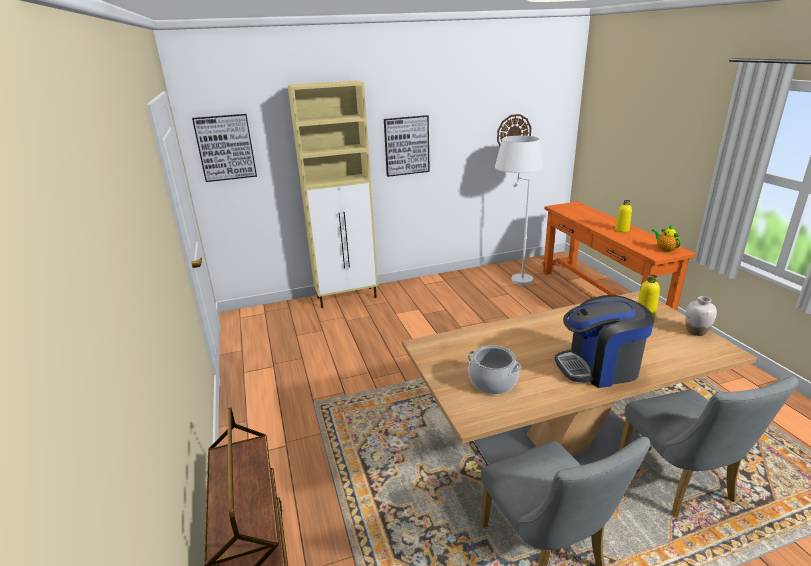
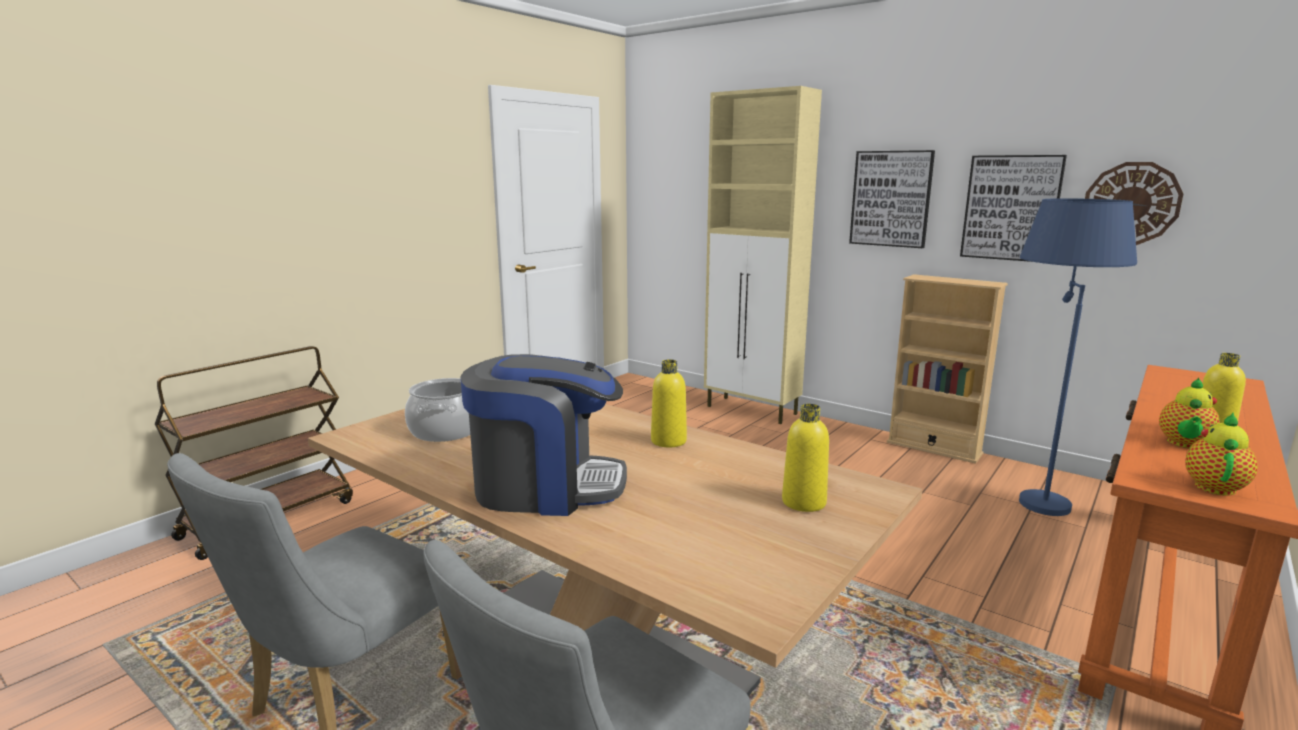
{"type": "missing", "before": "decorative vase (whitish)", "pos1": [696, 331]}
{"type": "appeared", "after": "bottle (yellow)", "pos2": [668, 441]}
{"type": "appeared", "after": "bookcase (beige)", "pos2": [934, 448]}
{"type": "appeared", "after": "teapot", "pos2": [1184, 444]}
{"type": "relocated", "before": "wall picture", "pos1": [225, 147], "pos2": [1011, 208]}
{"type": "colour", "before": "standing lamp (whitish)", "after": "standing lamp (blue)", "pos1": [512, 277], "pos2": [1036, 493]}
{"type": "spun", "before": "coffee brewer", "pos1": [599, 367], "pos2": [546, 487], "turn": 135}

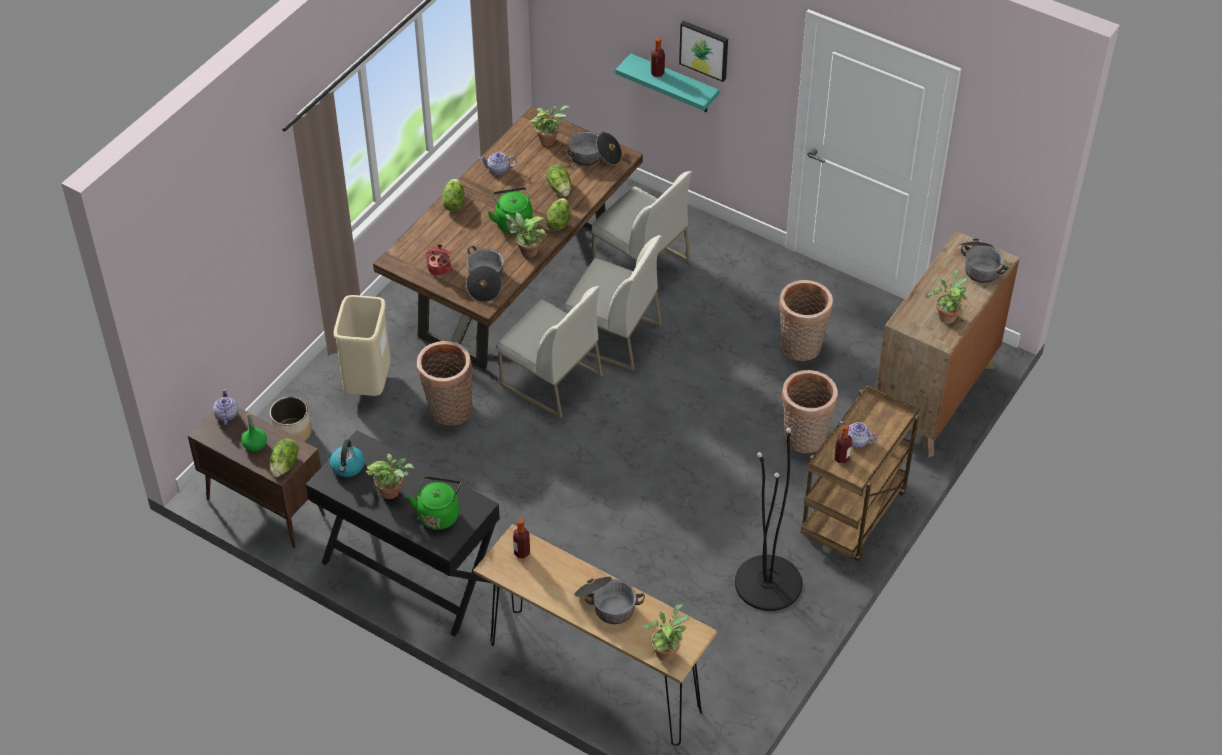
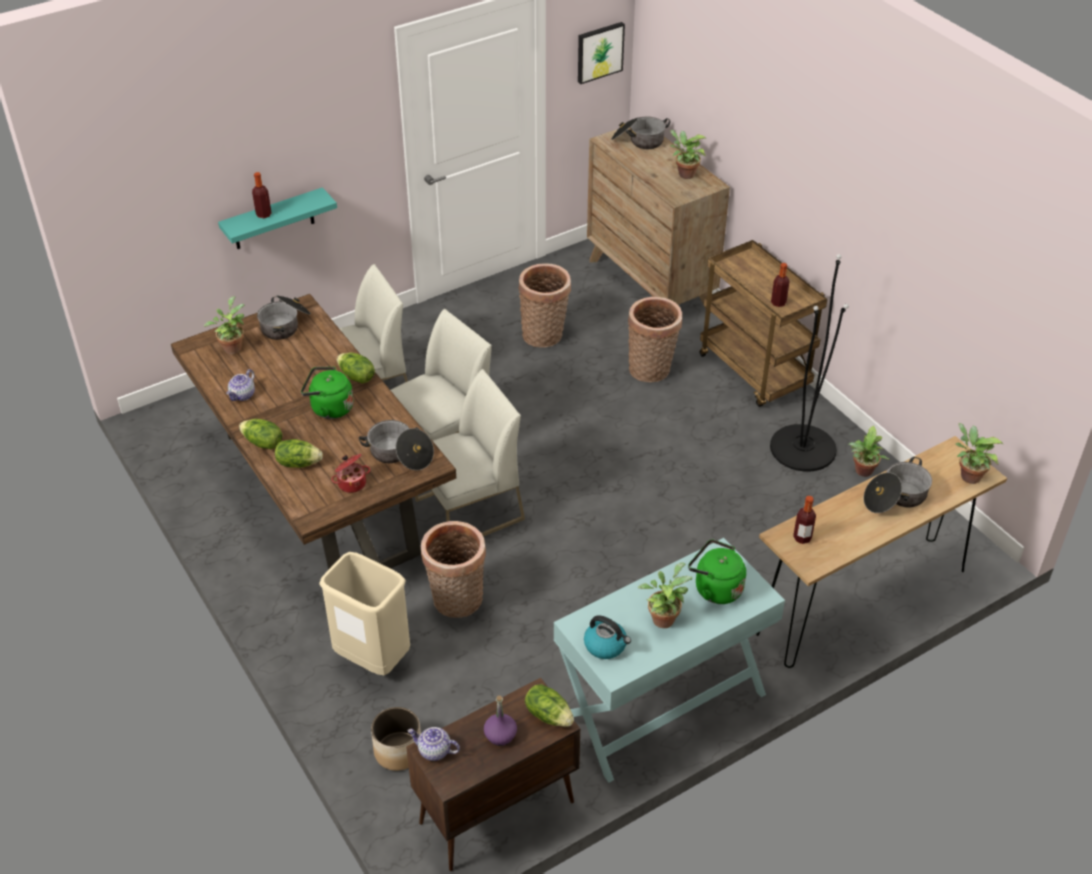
{"type": "missing", "before": "teapot", "pos1": [856, 441]}
{"type": "relocated", "before": "houseplant", "pos1": [526, 252], "pos2": [863, 472]}
{"type": "relocated", "before": "lettuce", "pos1": [560, 188], "pos2": [298, 463]}
{"type": "relocated", "before": "wall picture", "pos1": [704, 50], "pos2": [599, 52]}
{"type": "colour", "before": "bottle (green)", "after": "bottle (purple-coloured)", "pos1": [255, 445], "pos2": [500, 735]}
{"type": "colour", "before": "narrow table (black)", "after": "narrow table (turquoise)", "pos1": [410, 572], "pos2": [661, 705]}

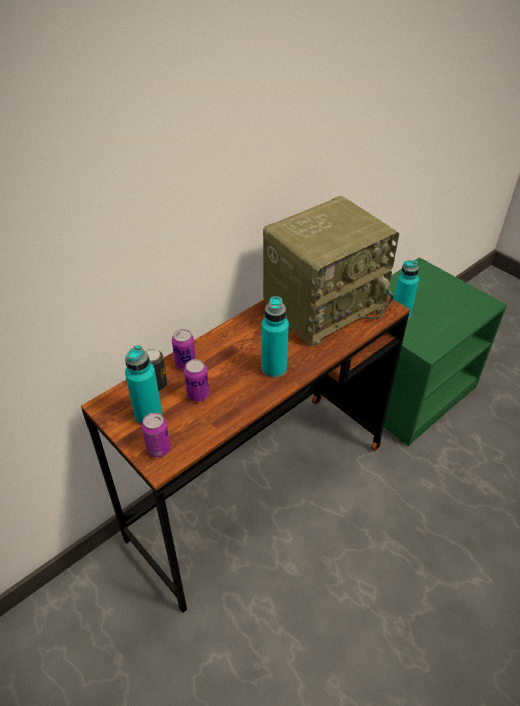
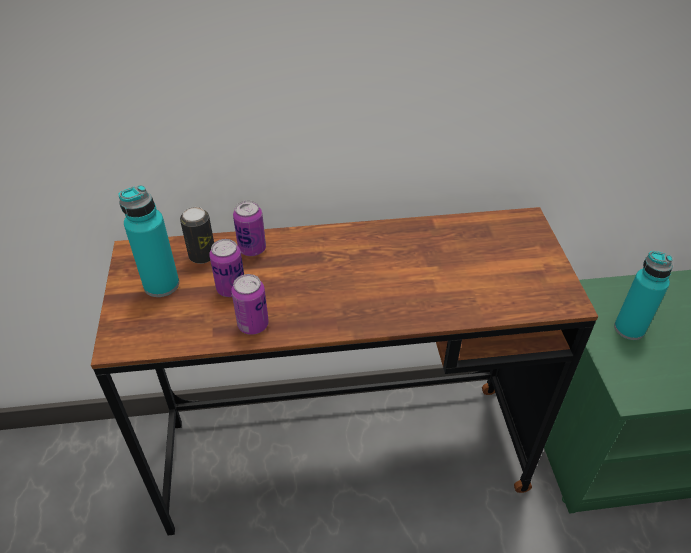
{"type": "missing", "before": "bottle (turquoise)", "pos1": [274, 368]}
{"type": "missing", "before": "radio", "pos1": [324, 305]}
{"type": "relocated", "before": "metal can", "pos1": [158, 449], "pos2": [253, 325]}

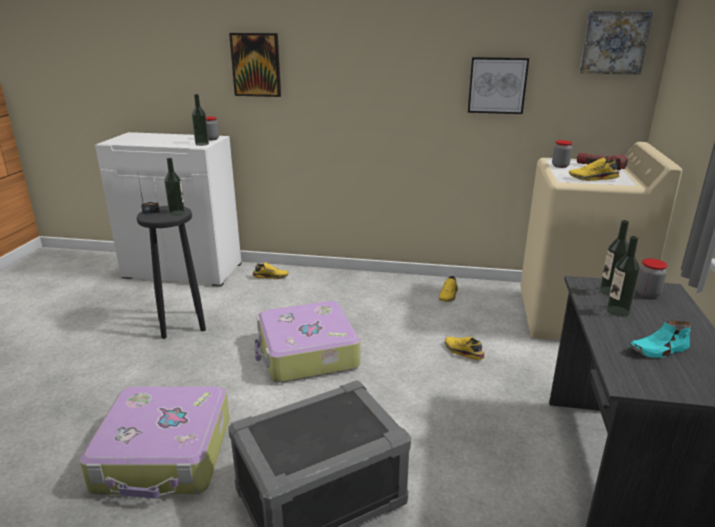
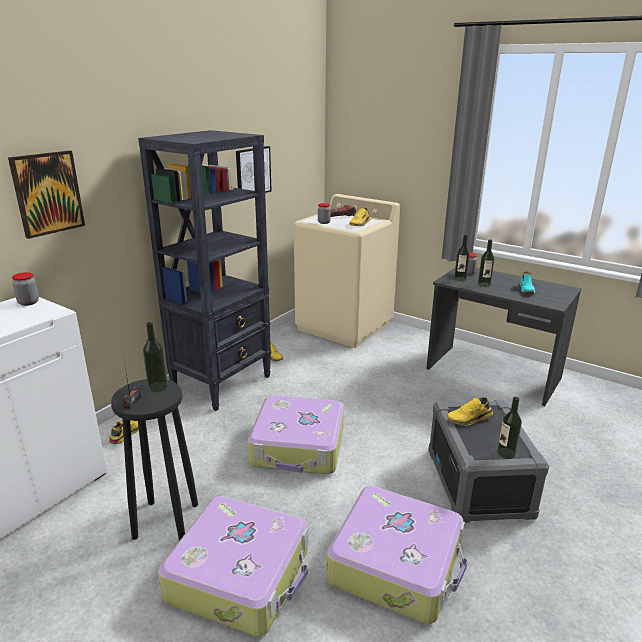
{"type": "missing", "before": "wall picture", "pos1": [614, 42]}
{"type": "appeared", "after": "bookcase (black)", "pos2": [223, 383]}
{"type": "appeared", "after": "suitcase", "pos2": [241, 574]}
{"type": "relocated", "before": "bottle", "pos1": [202, 144], "pos2": [506, 453]}
{"type": "relocated", "before": "shoe (yellow)", "pos1": [463, 352], "pos2": [470, 419]}

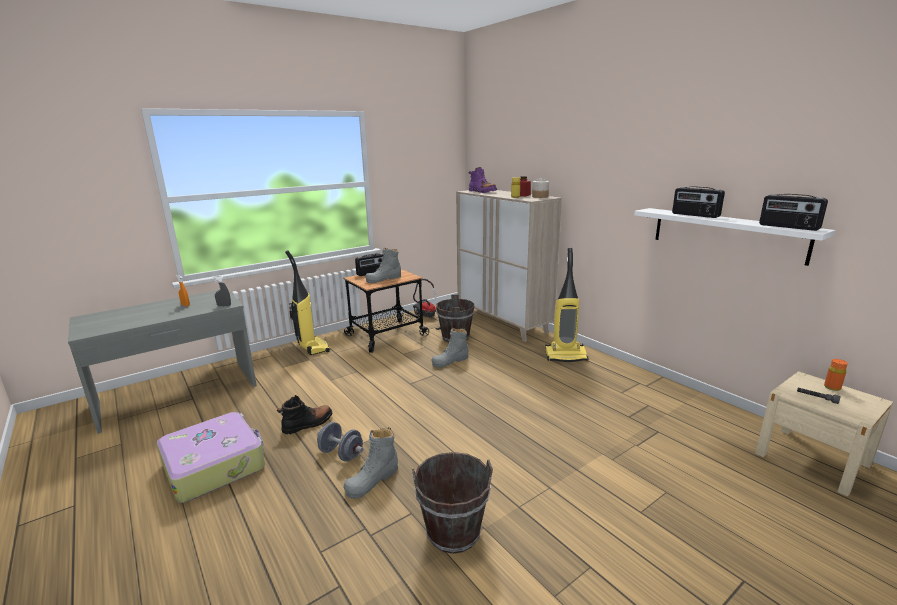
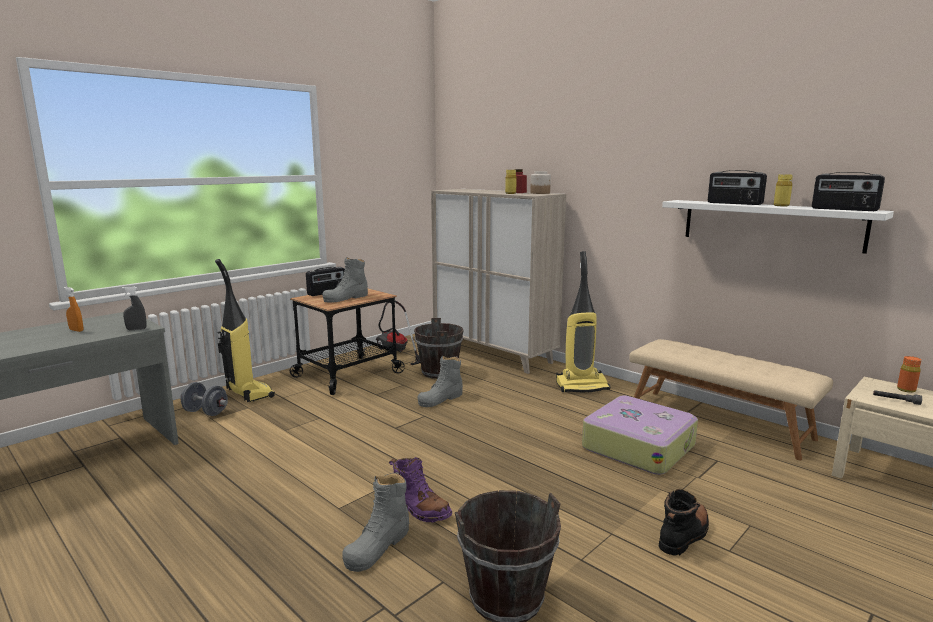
{"type": "appeared", "after": "long seat (beige)", "pos2": [718, 422]}
{"type": "appeared", "after": "bottle (yellow)", "pos2": [781, 206]}
{"type": "relocated", "before": "suitcase", "pos1": [215, 465], "pos2": [638, 446]}
{"type": "relocated", "before": "high-top boot (black)", "pos1": [308, 424], "pos2": [684, 535]}
{"type": "relocated", "before": "free weight (grey)", "pos1": [341, 454], "pos2": [205, 412]}
{"type": "relocated", "before": "high-top boot (purple-coloured)", "pos1": [482, 192], "pos2": [419, 508]}

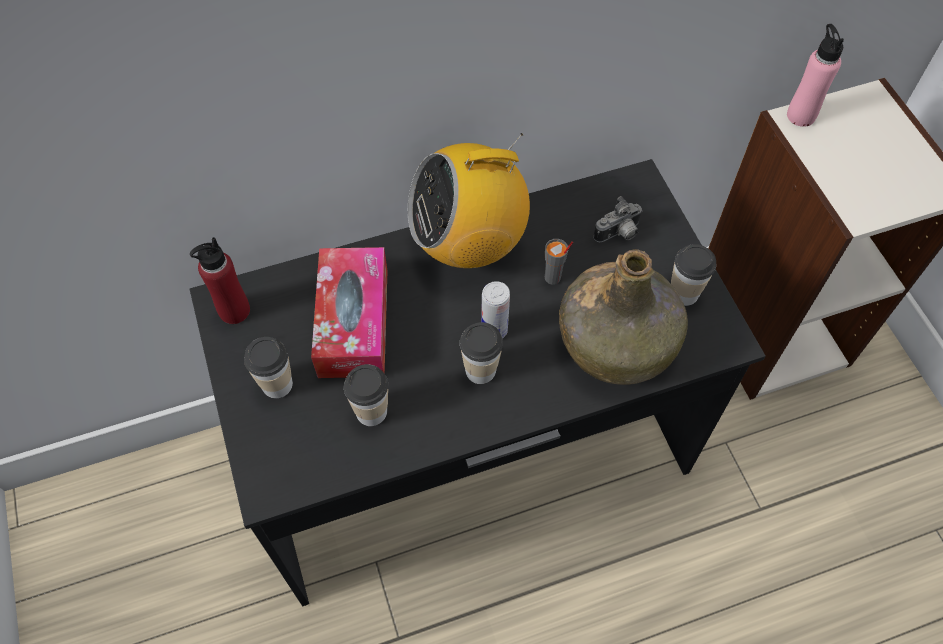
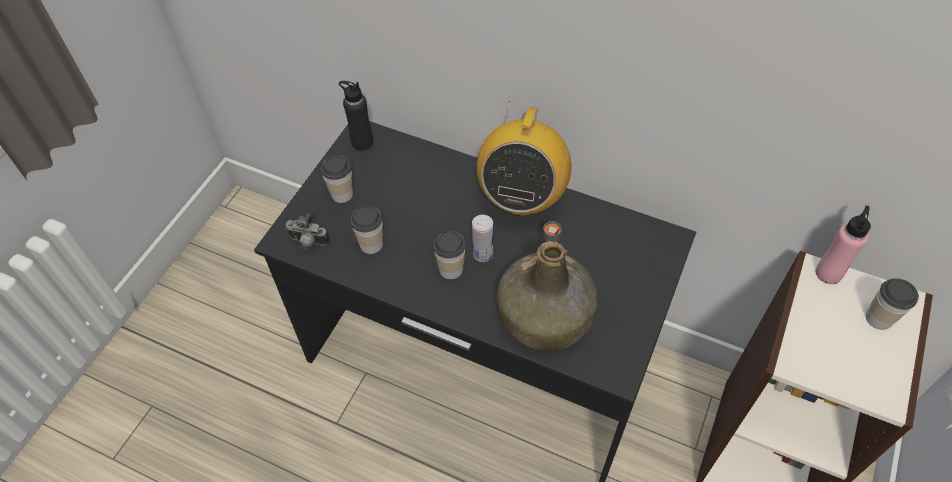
{"type": "missing", "before": "box of tissues", "pos1": [353, 322]}
{"type": "relocated", "before": "photo camera", "pos1": [619, 234], "pos2": [307, 243]}
{"type": "relocated", "before": "small cup", "pos1": [684, 293], "pos2": [879, 318]}
{"type": "colour", "before": "bottle (red)", "after": "bottle (black)", "pos1": [234, 310], "pos2": [362, 142]}
{"type": "spun", "before": "radio", "pos1": [468, 244], "pos2": [521, 198], "turn": -105}

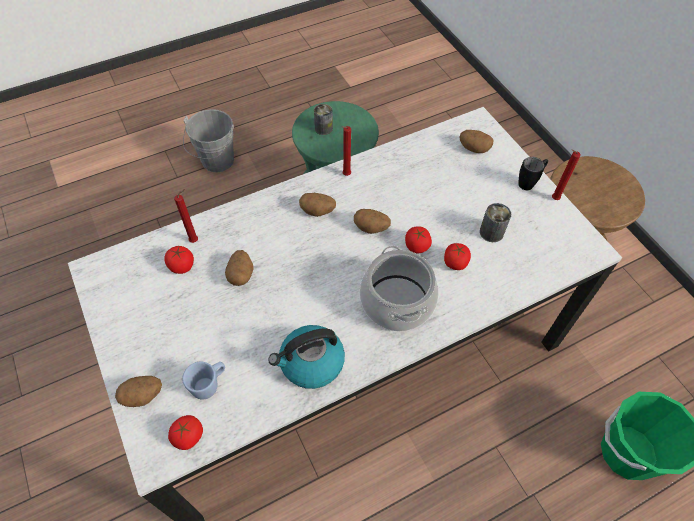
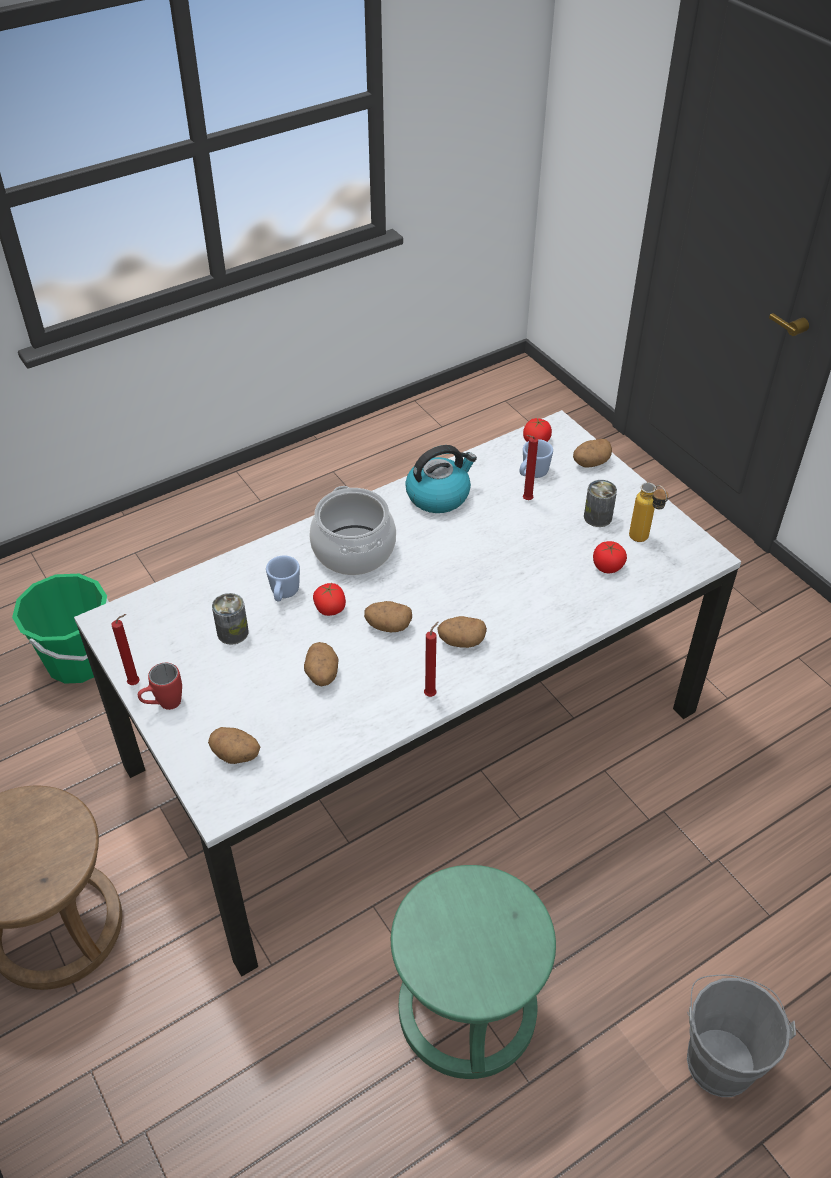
{"type": "appeared", "after": "bottle", "pos2": [643, 541]}
{"type": "relocated", "before": "wax light (red)", "pos1": [195, 240], "pos2": [526, 500]}
{"type": "relocated", "before": "potato", "pos1": [241, 274], "pos2": [322, 675]}
{"type": "relocated", "before": "metal can", "pos1": [323, 128], "pos2": [597, 517]}
{"type": "exchanged", "before": "fresh tomato", "after": "mug (blue)", "pos1": [455, 263], "pos2": [283, 594]}
{"type": "colour", "before": "mug (black)", "after": "mug (red)", "pos1": [529, 182], "pos2": [163, 705]}

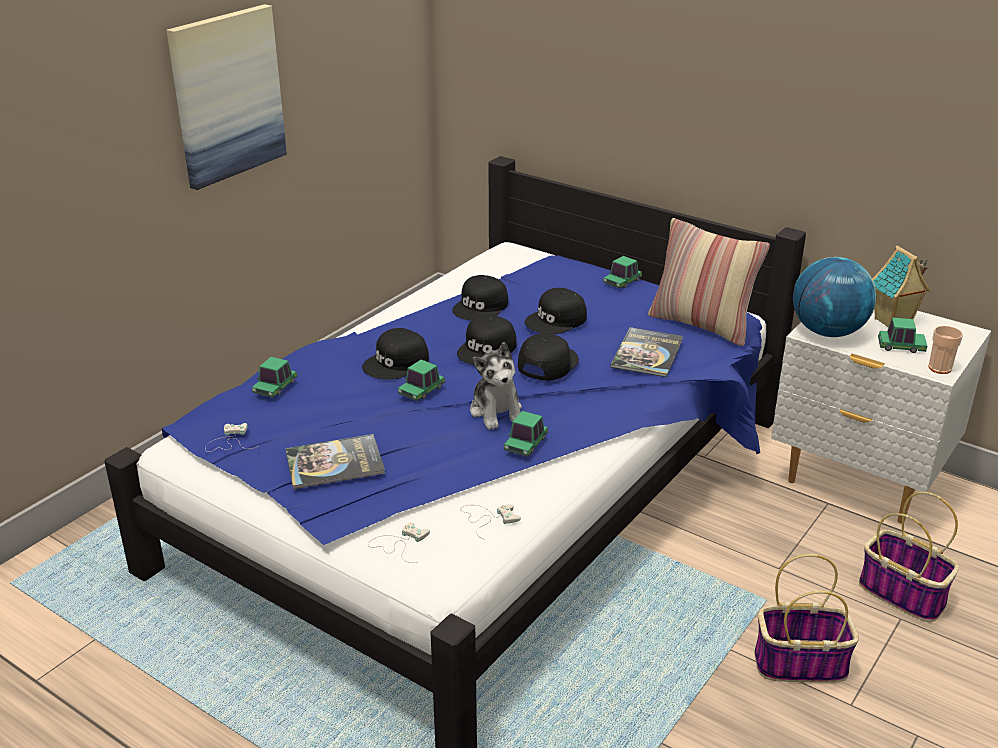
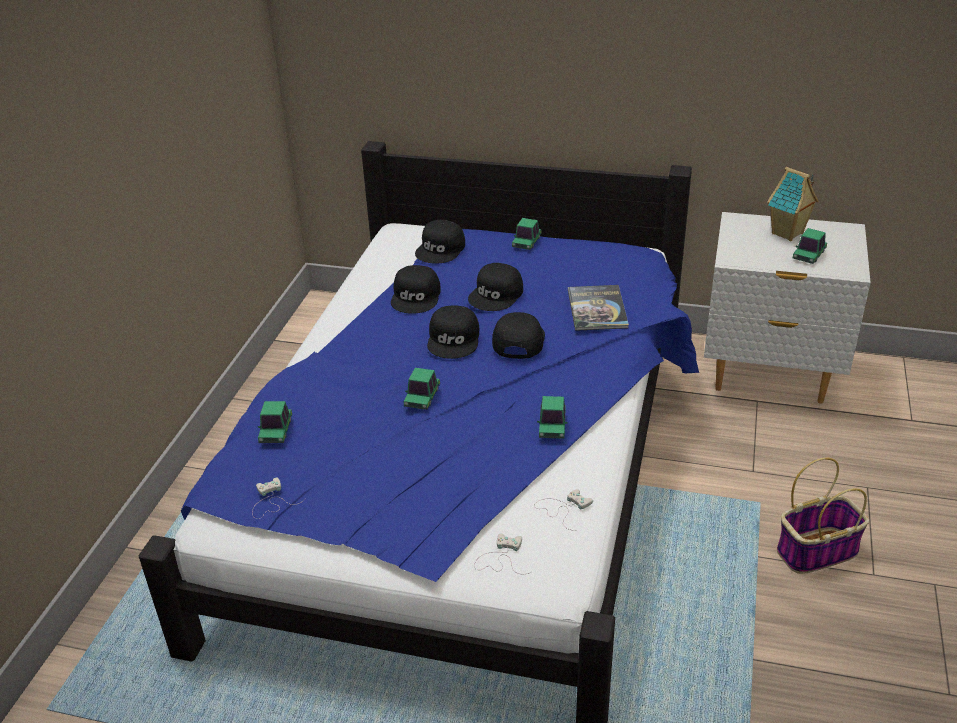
{"type": "missing", "before": "wall picture", "pos1": [227, 95]}
{"type": "missing", "before": "volume", "pos1": [334, 463]}
{"type": "missing", "before": "plush toy", "pos1": [497, 412]}
{"type": "missing", "before": "cushion", "pos1": [701, 325]}
{"type": "missing", "before": "world globe", "pos1": [828, 332]}
{"type": "missing", "before": "storage basket", "pos1": [903, 594]}
{"type": "missing", "before": "small cup", "pos1": [939, 368]}
{"type": "relocated", "before": "baseball cap (black)", "pos1": [397, 363], "pos2": [441, 249]}
{"type": "spun", "before": "toy car", "pos1": [901, 346], "pos2": [809, 255], "turn": 135}

